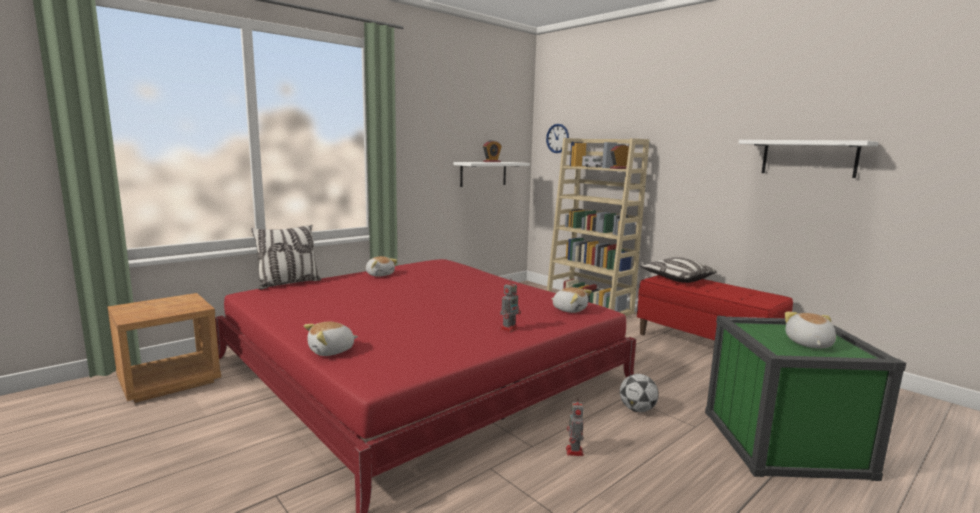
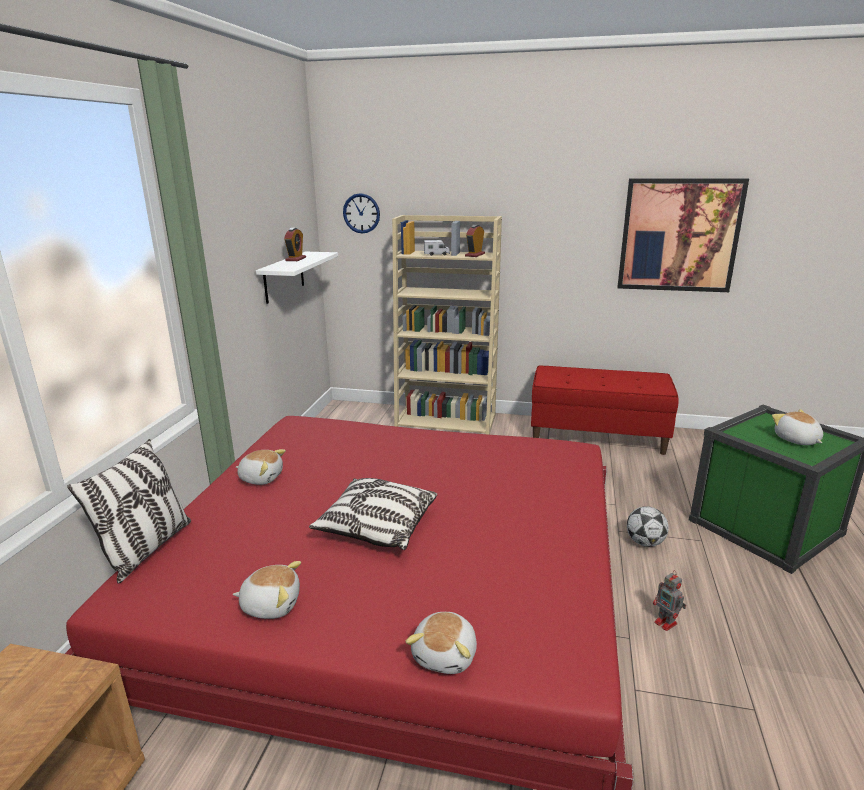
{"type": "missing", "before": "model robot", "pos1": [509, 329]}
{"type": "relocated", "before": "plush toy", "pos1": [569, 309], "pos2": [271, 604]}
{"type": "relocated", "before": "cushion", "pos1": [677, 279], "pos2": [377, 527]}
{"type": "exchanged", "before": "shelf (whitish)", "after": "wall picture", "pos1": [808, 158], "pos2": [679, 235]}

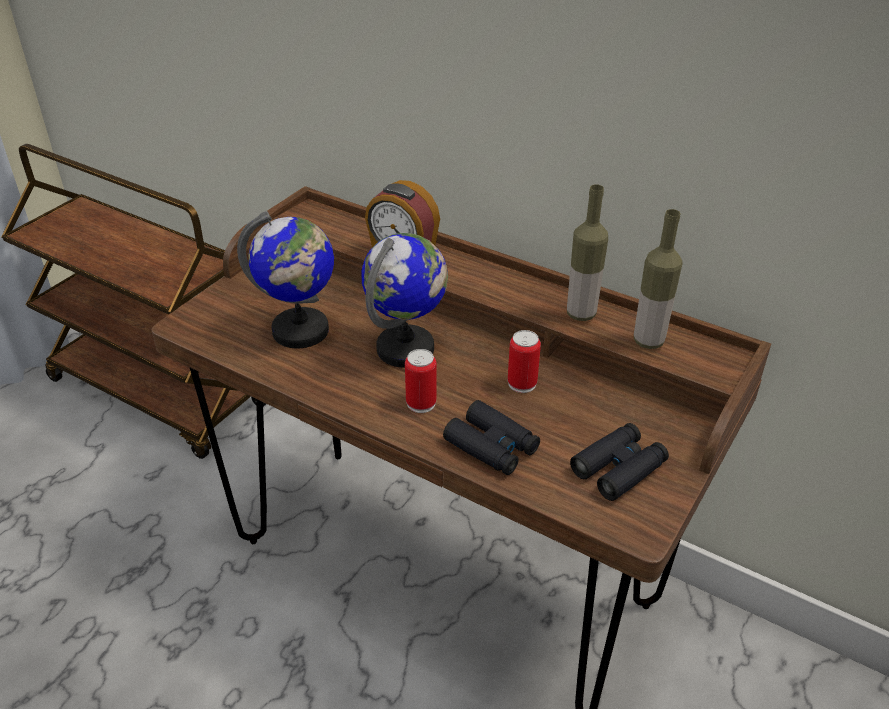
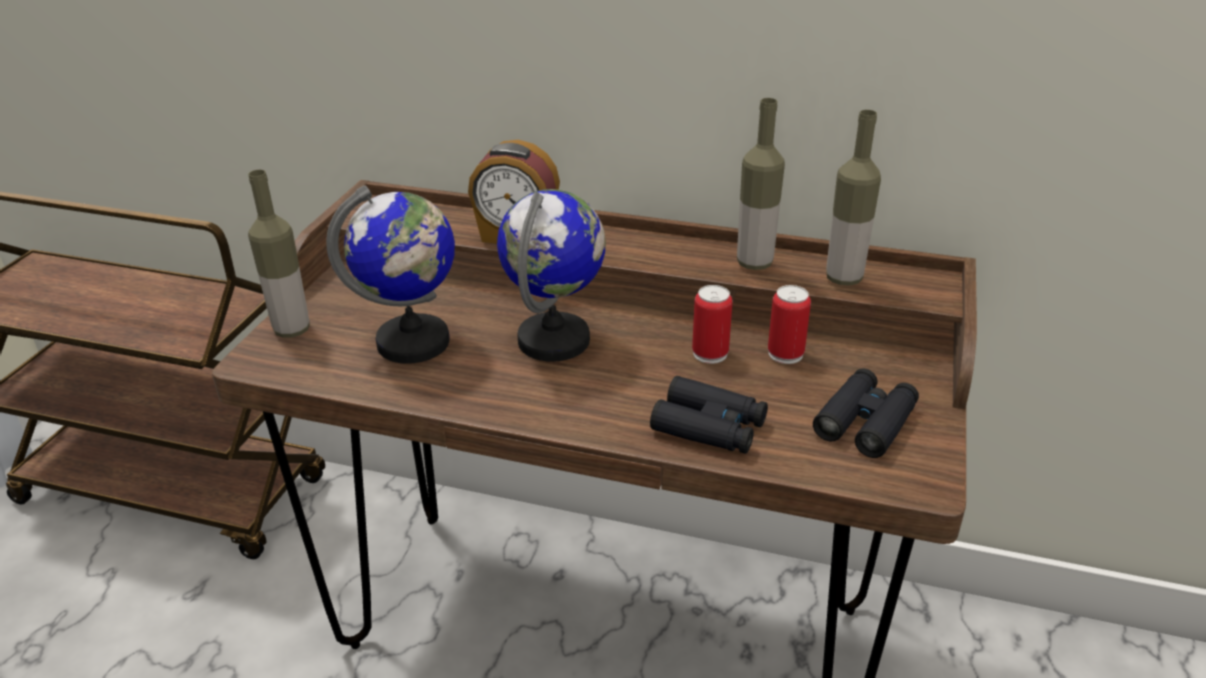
{"type": "appeared", "after": "bottle", "pos2": [292, 330]}
{"type": "relocated", "before": "metal can", "pos1": [421, 403], "pos2": [785, 354]}

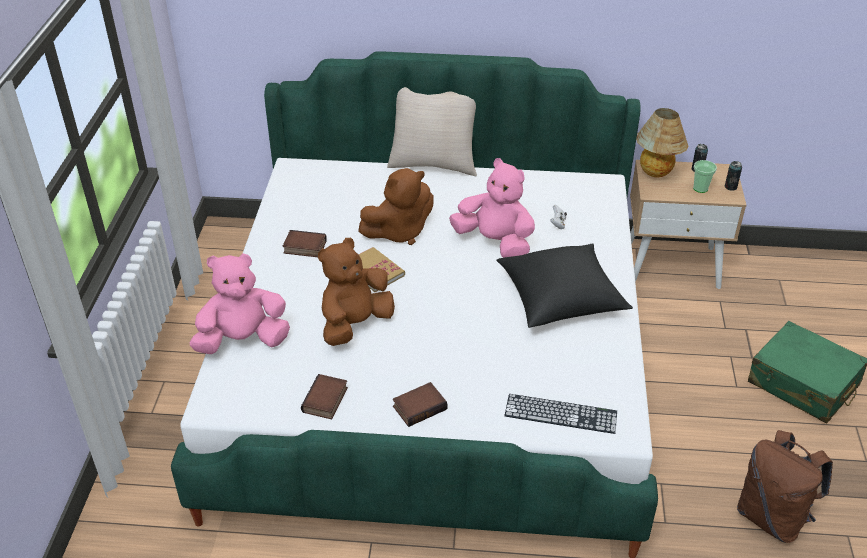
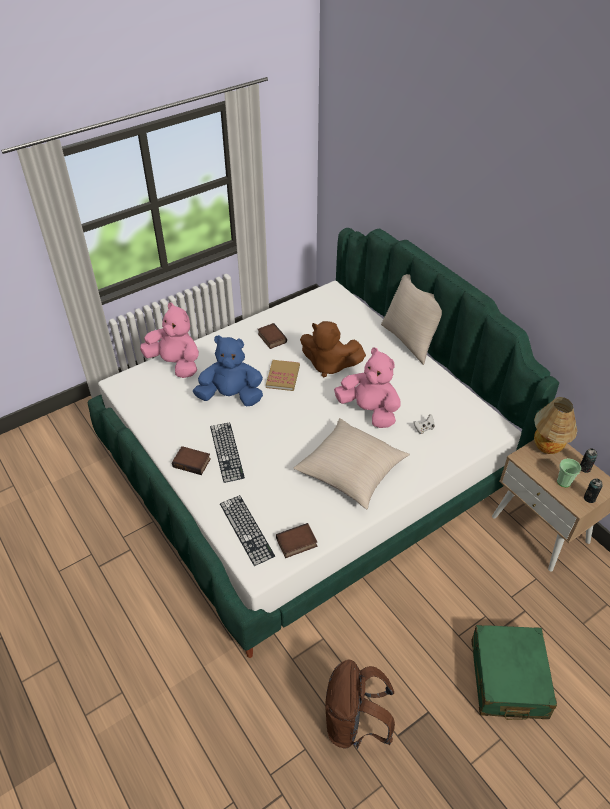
{"type": "appeared", "after": "computer keyboard", "pos2": [227, 451]}
{"type": "relocated", "before": "volume", "pos1": [326, 401], "pos2": [296, 543]}
{"type": "colour", "before": "plush toy (brown-coloured)", "after": "plush toy (blue)", "pos1": [355, 324], "pos2": [231, 396]}
{"type": "colour", "before": "cushion (black)", "after": "cushion (beige)", "pos1": [560, 298], "pos2": [351, 471]}
{"type": "spun", "before": "plush toy (pink-coloured)", "pos1": [495, 242], "pos2": [369, 410], "turn": -45}

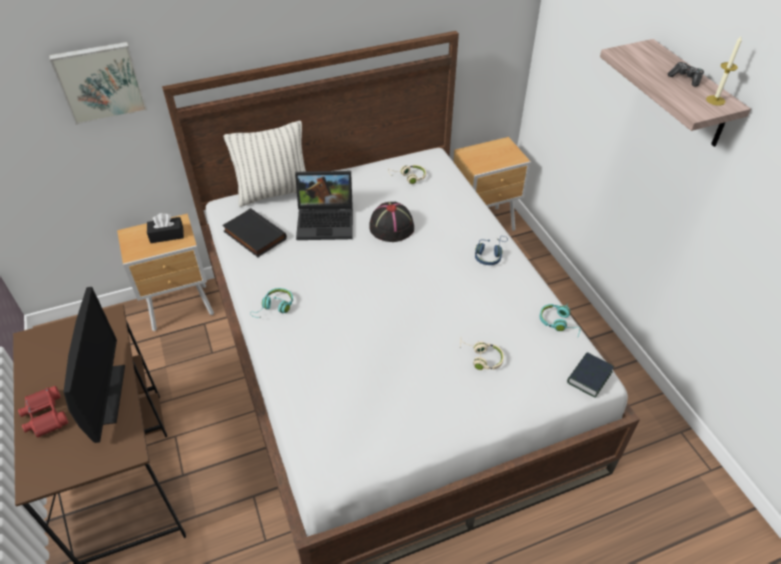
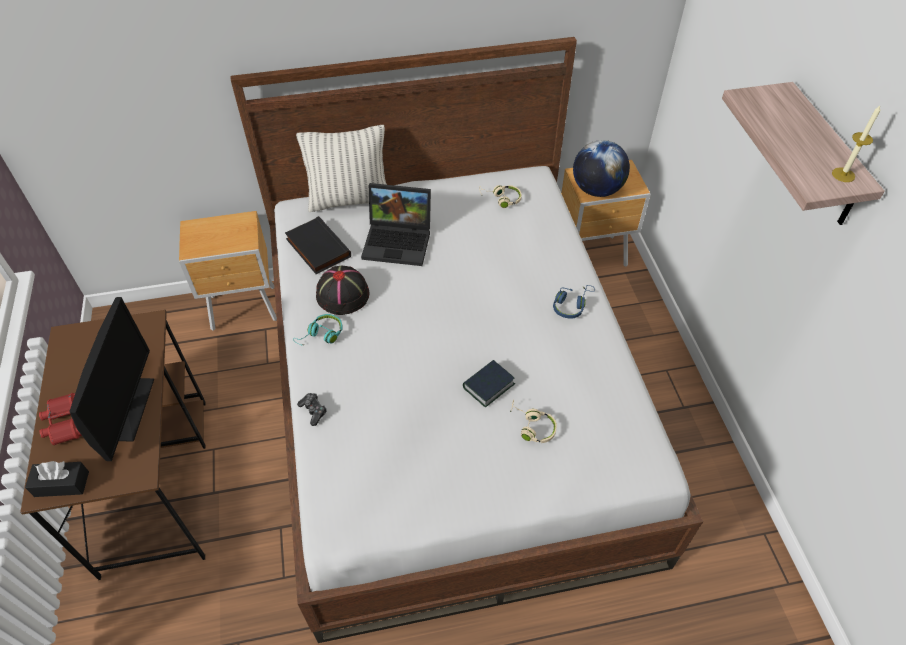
{"type": "missing", "before": "wall picture", "pos1": [100, 82]}
{"type": "missing", "before": "headphones (turquoise)", "pos1": [559, 323]}
{"type": "appeared", "after": "world globe", "pos2": [596, 190]}
{"type": "relocated", "before": "box of tissues (black)", "pos1": [167, 235], "pos2": [62, 484]}
{"type": "relocated", "before": "clothing hat (black)", "pos1": [391, 226], "pos2": [343, 294]}
{"type": "relocated", "before": "volume", "pos1": [589, 377], "pos2": [488, 386]}
{"type": "relocated", "before": "gamepad", "pos1": [685, 78], "pos2": [313, 411]}

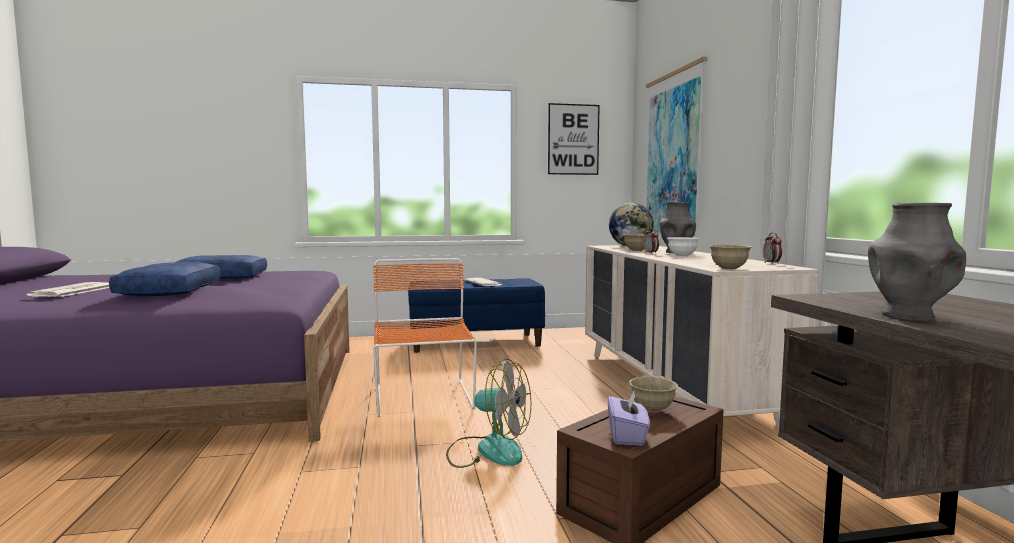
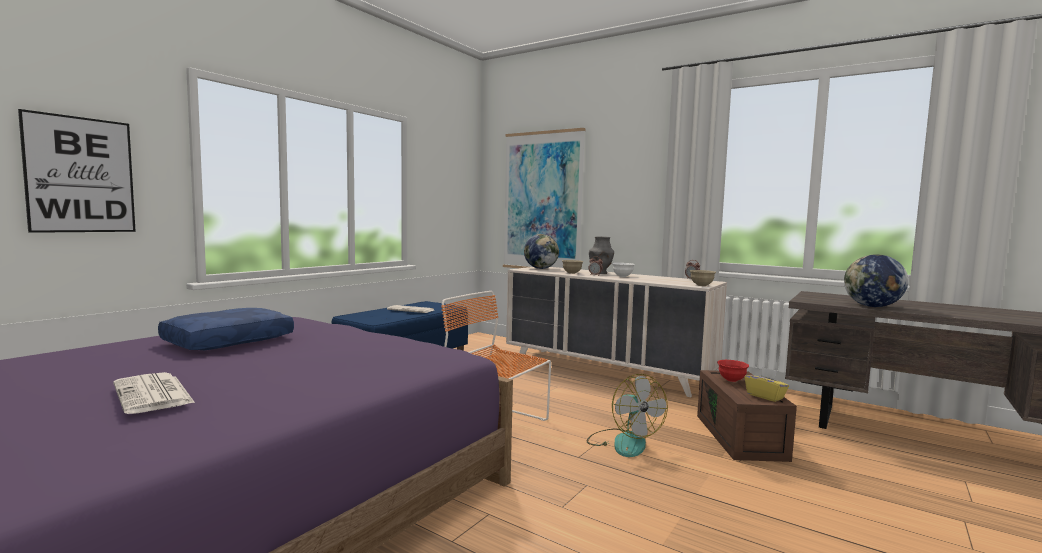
{"type": "missing", "before": "cushion (blue)", "pos1": [169, 291]}
{"type": "relocated", "before": "wall picture", "pos1": [573, 139], "pos2": [80, 175]}
{"type": "exchanged", "before": "decorative vase (grey)", "after": "world globe", "pos1": [909, 316], "pos2": [872, 306]}
{"type": "colour", "before": "box of tissues (purple-coloured)", "after": "box of tissues (yellow)", "pos1": [627, 436], "pos2": [765, 396]}
{"type": "colour", "before": "serving bowl (beige)", "after": "serving bowl (red)", "pos1": [652, 409], "pos2": [731, 380]}
{"type": "spun", "before": "fan", "pos1": [488, 450], "pos2": [623, 442], "turn": 90}

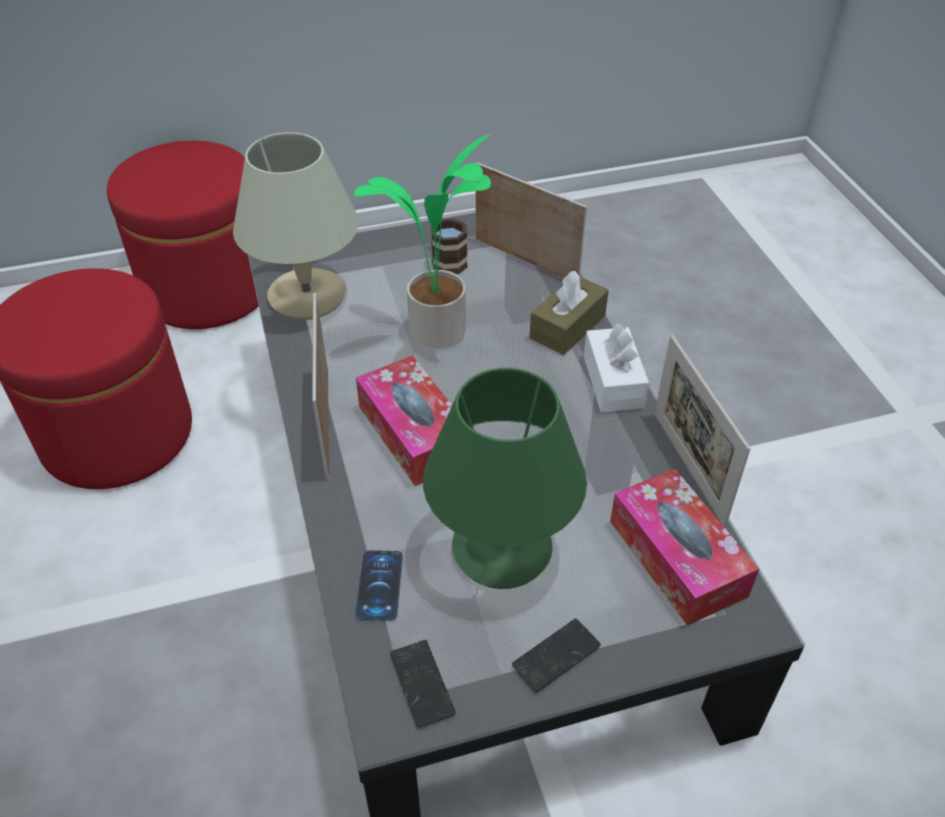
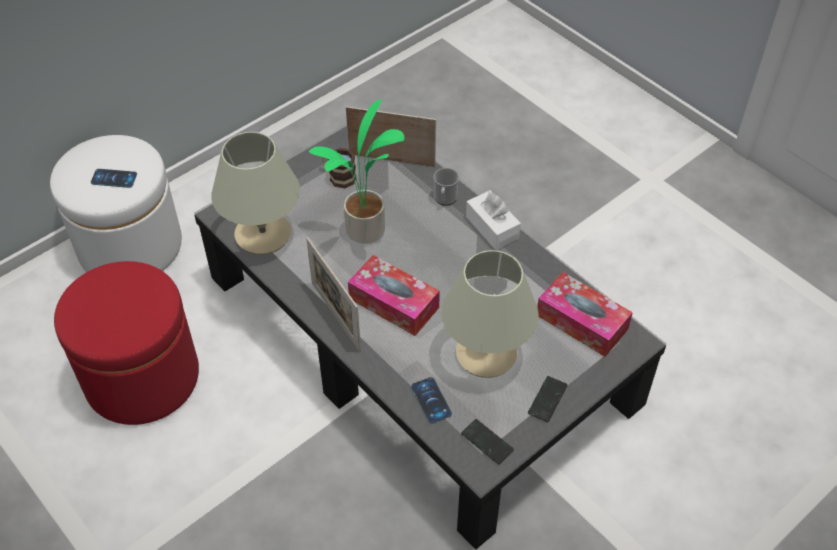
{"type": "missing", "before": "photo frame", "pos1": [688, 467]}
{"type": "appeared", "after": "telephone", "pos2": [114, 178]}
{"type": "exchanged", "before": "box of tissues (brown-coloured)", "after": "mug", "pos1": [567, 327], "pos2": [445, 199]}
{"type": "colour", "before": "ottoman (red)", "after": "ottoman (whitish)", "pos1": [207, 289], "pos2": [130, 246]}
{"type": "colour", "before": "table lamp (green)", "after": "table lamp (beige)", "pos1": [503, 549], "pos2": [487, 353]}

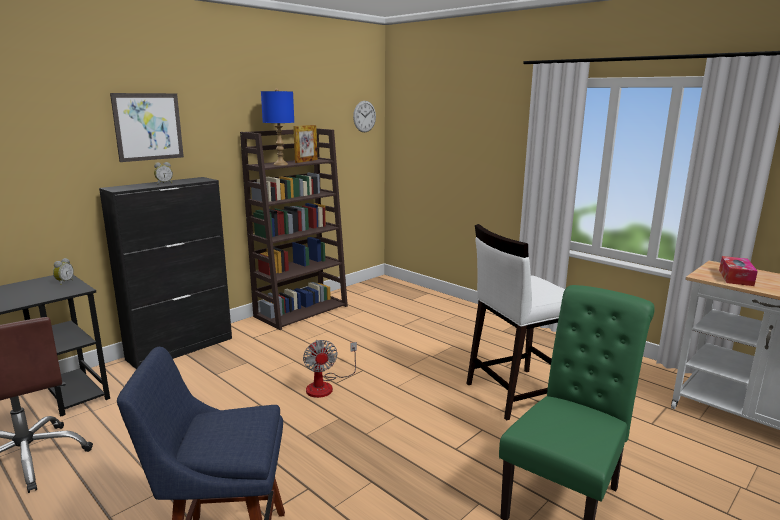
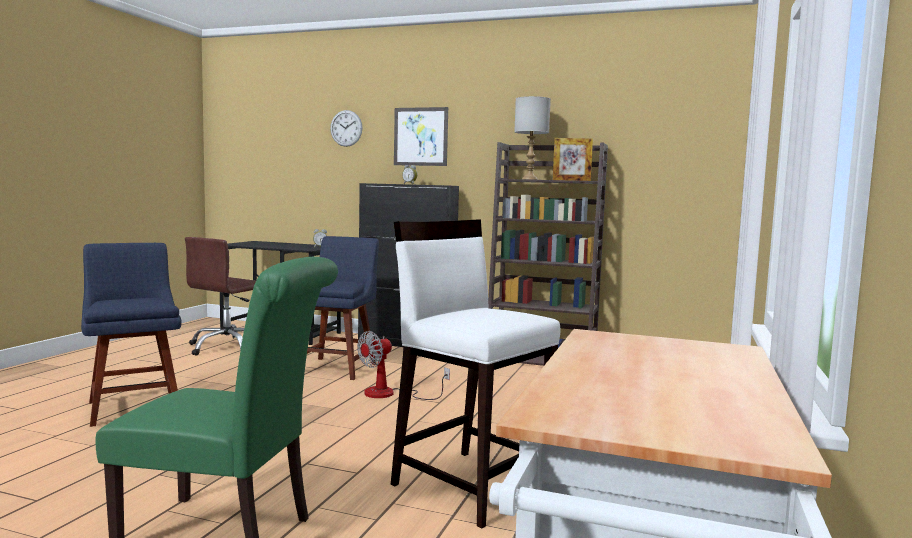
{"type": "missing", "before": "box of tissues", "pos1": [736, 277]}
{"type": "appeared", "after": "chair (blue)", "pos2": [337, 367]}
{"type": "relocated", "before": "wall clock", "pos1": [364, 116], "pos2": [346, 128]}
{"type": "colour", "before": "table lamp (blue)", "after": "table lamp (grey)", "pos1": [280, 164], "pos2": [529, 179]}

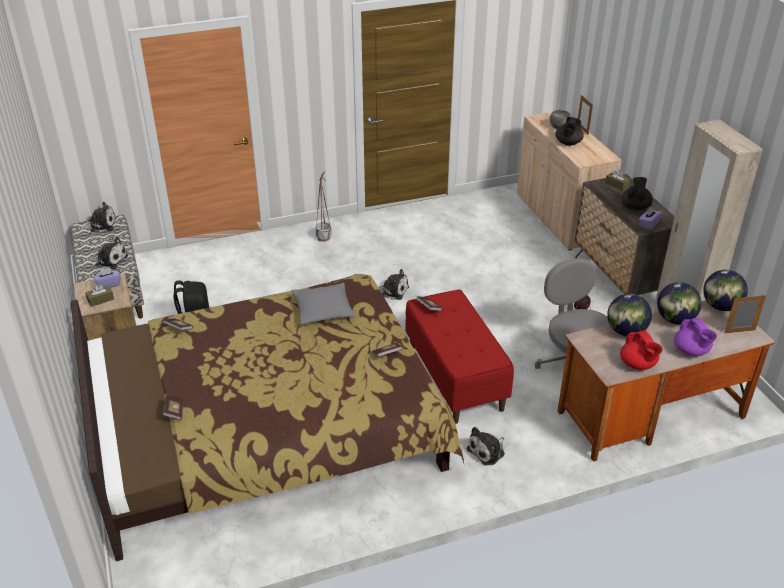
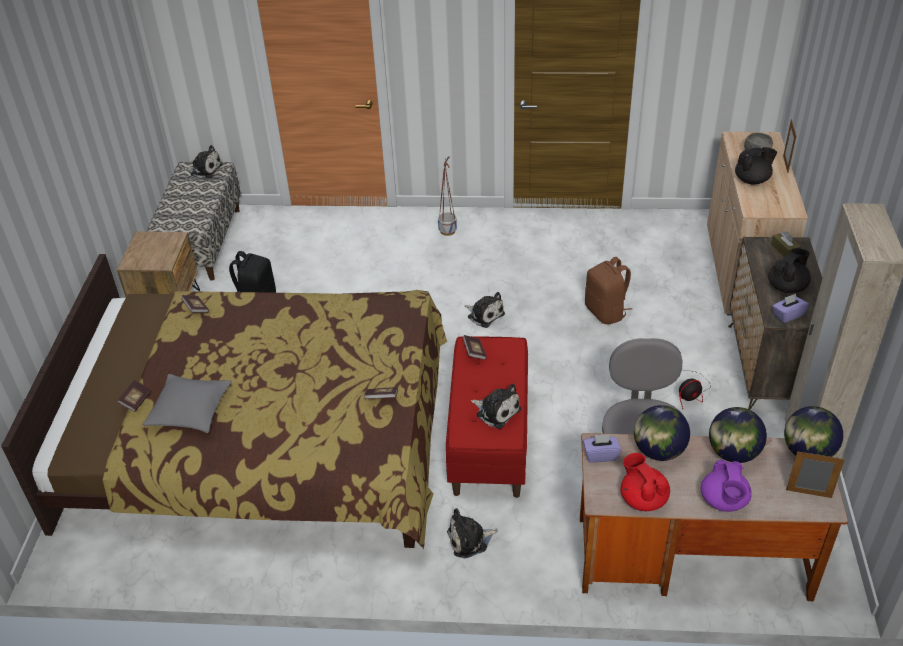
{"type": "missing", "before": "box of tissues (brown-coloured)", "pos1": [100, 300]}
{"type": "appeared", "after": "backpack (brown-coloured)", "pos2": [606, 312]}
{"type": "relocated", "before": "plush toy", "pos1": [110, 260], "pos2": [496, 411]}
{"type": "relocated", "before": "box of tissues (purple-coloured)", "pos1": [108, 285], "pos2": [600, 455]}
{"type": "relocated", "before": "cushion (grey)", "pos1": [323, 310], "pos2": [190, 410]}
{"type": "spun", "before": "teapot (black)", "pos1": [568, 143], "pos2": [752, 180], "turn": -150}
{"type": "spun", "before": "teapot (red)", "pos1": [638, 364], "pos2": [643, 498], "turn": 150}

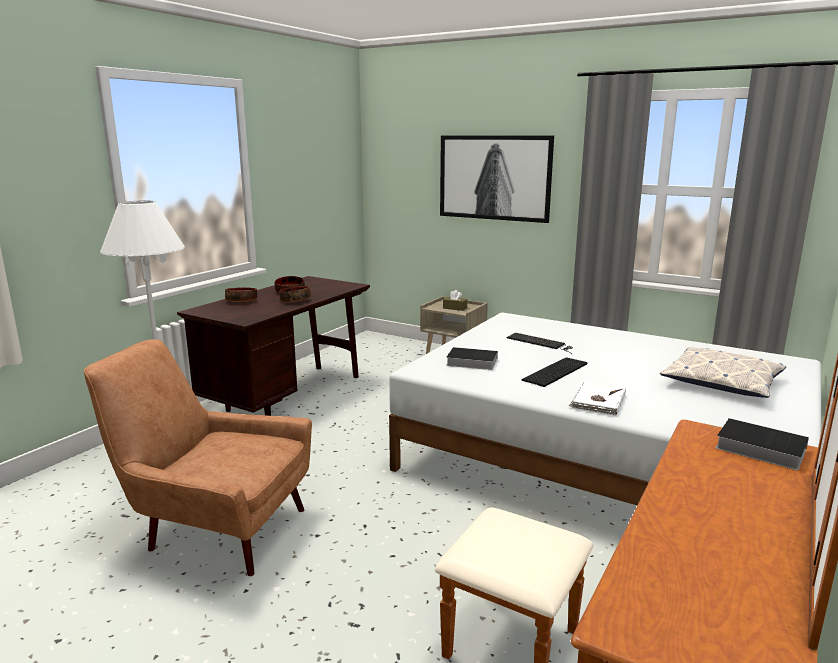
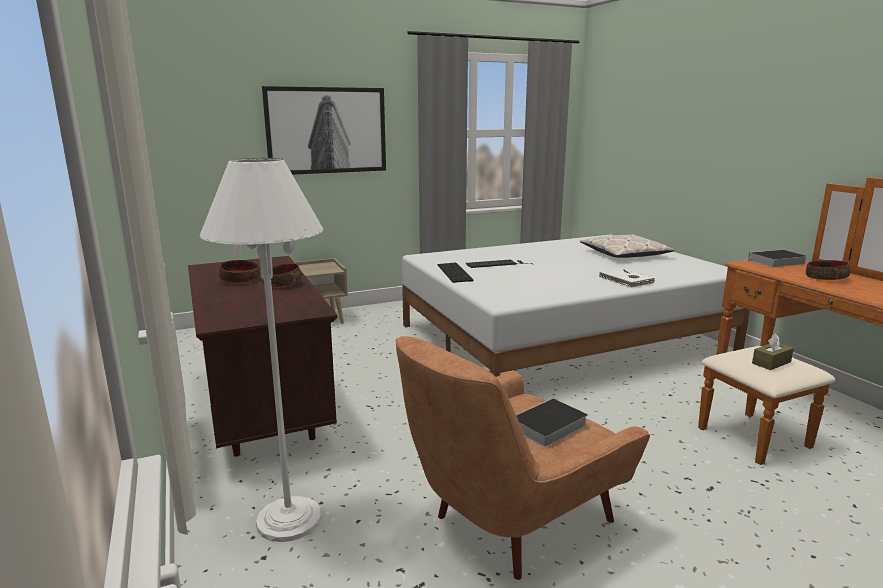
{"type": "relocated", "before": "serving bowl", "pos1": [242, 301], "pos2": [825, 278]}
{"type": "relocated", "before": "box of tissues (brown-coloured)", "pos1": [455, 308], "pos2": [771, 363]}
{"type": "relocated", "before": "volume", "pos1": [470, 362], "pos2": [547, 428]}
{"type": "relocated", "before": "computer keyboard", "pos1": [556, 372], "pos2": [456, 273]}

